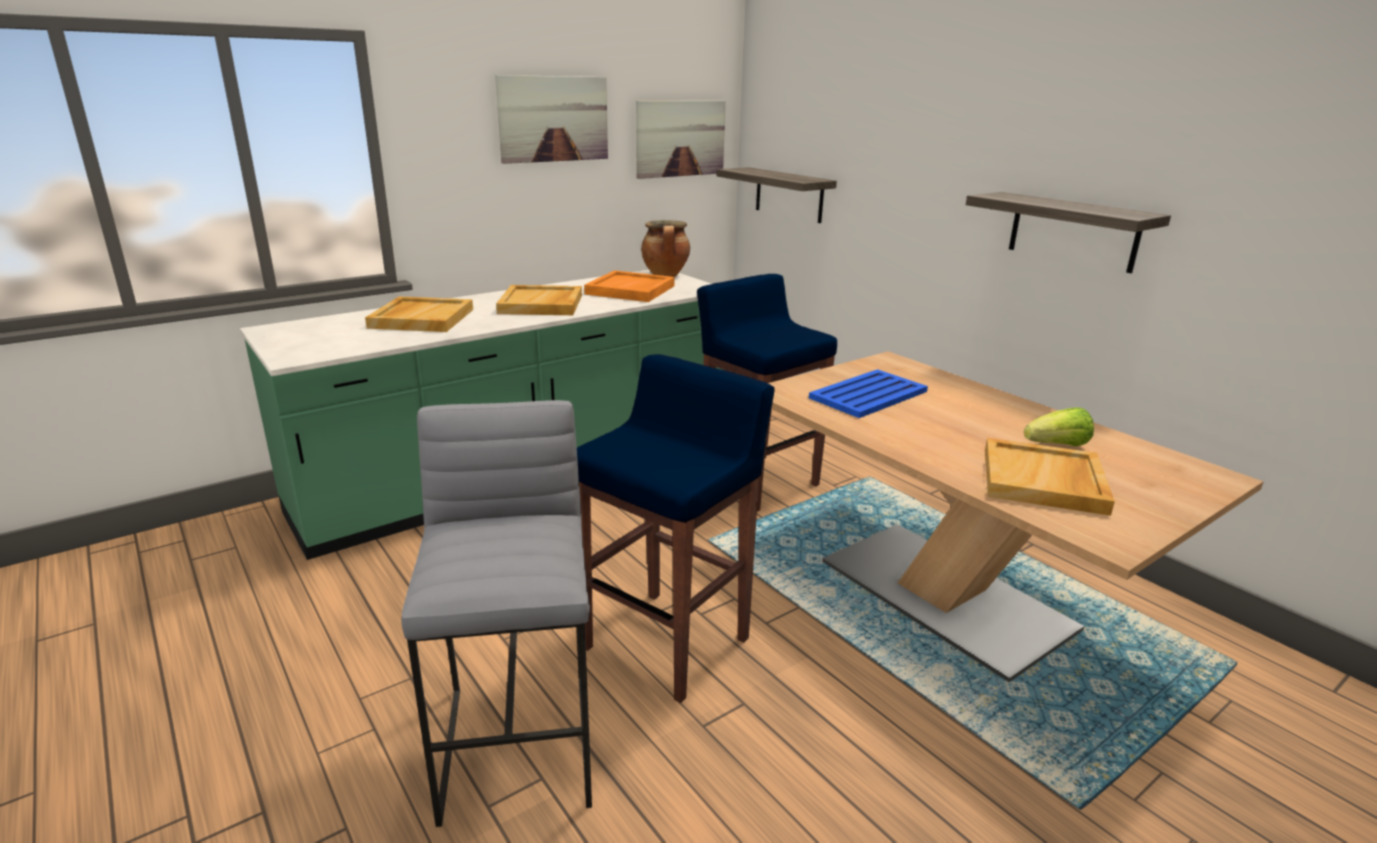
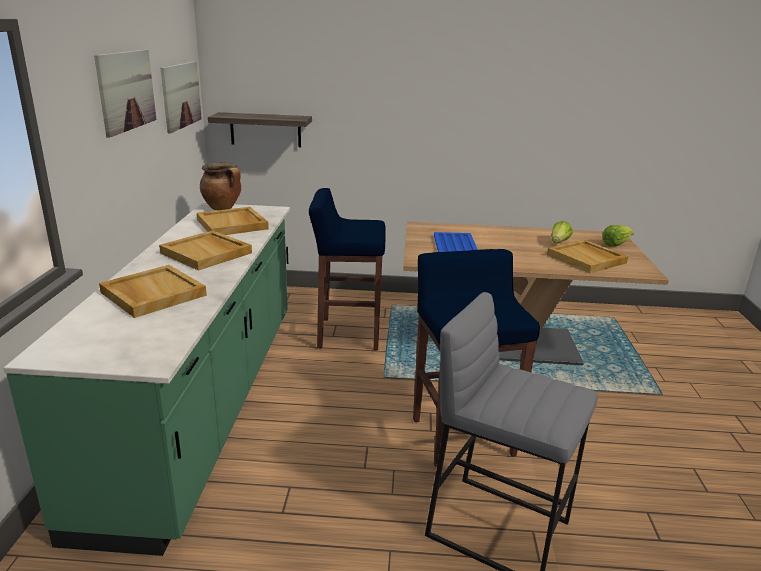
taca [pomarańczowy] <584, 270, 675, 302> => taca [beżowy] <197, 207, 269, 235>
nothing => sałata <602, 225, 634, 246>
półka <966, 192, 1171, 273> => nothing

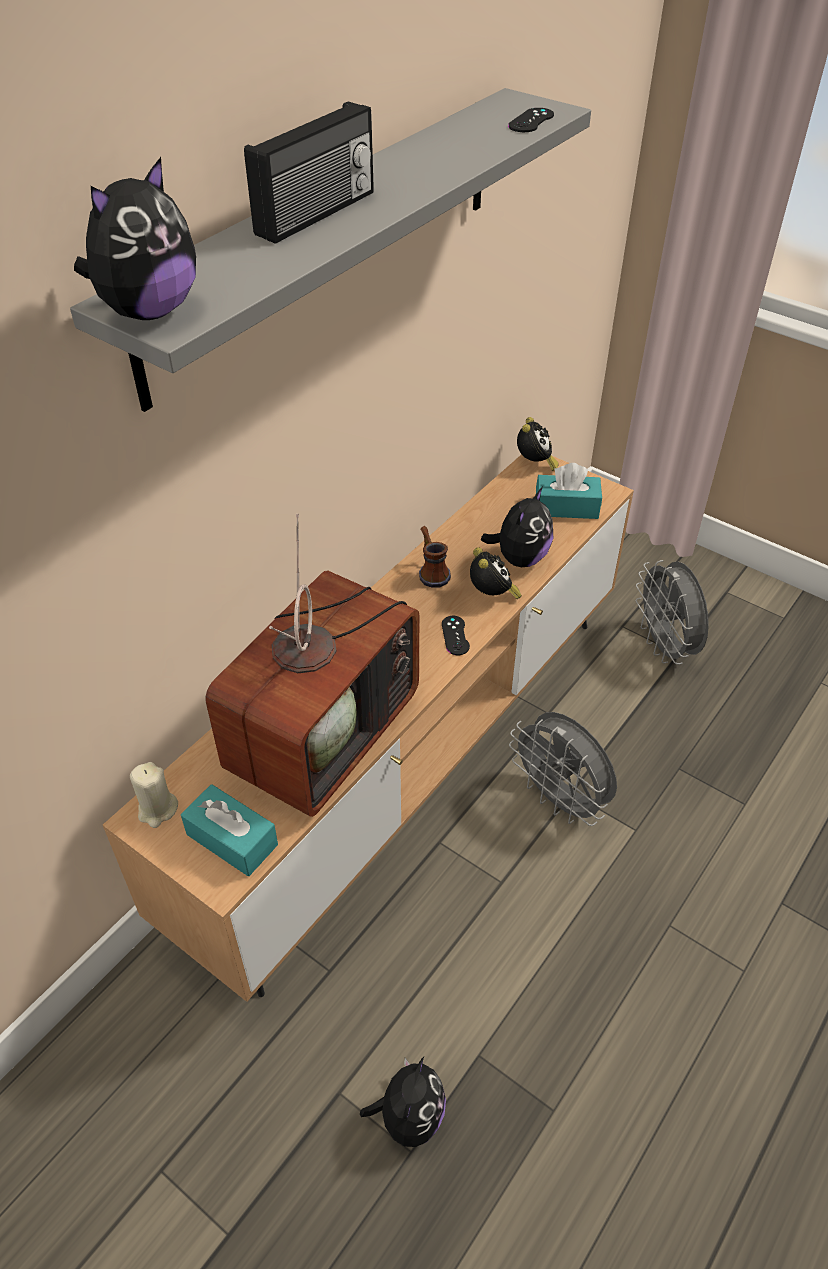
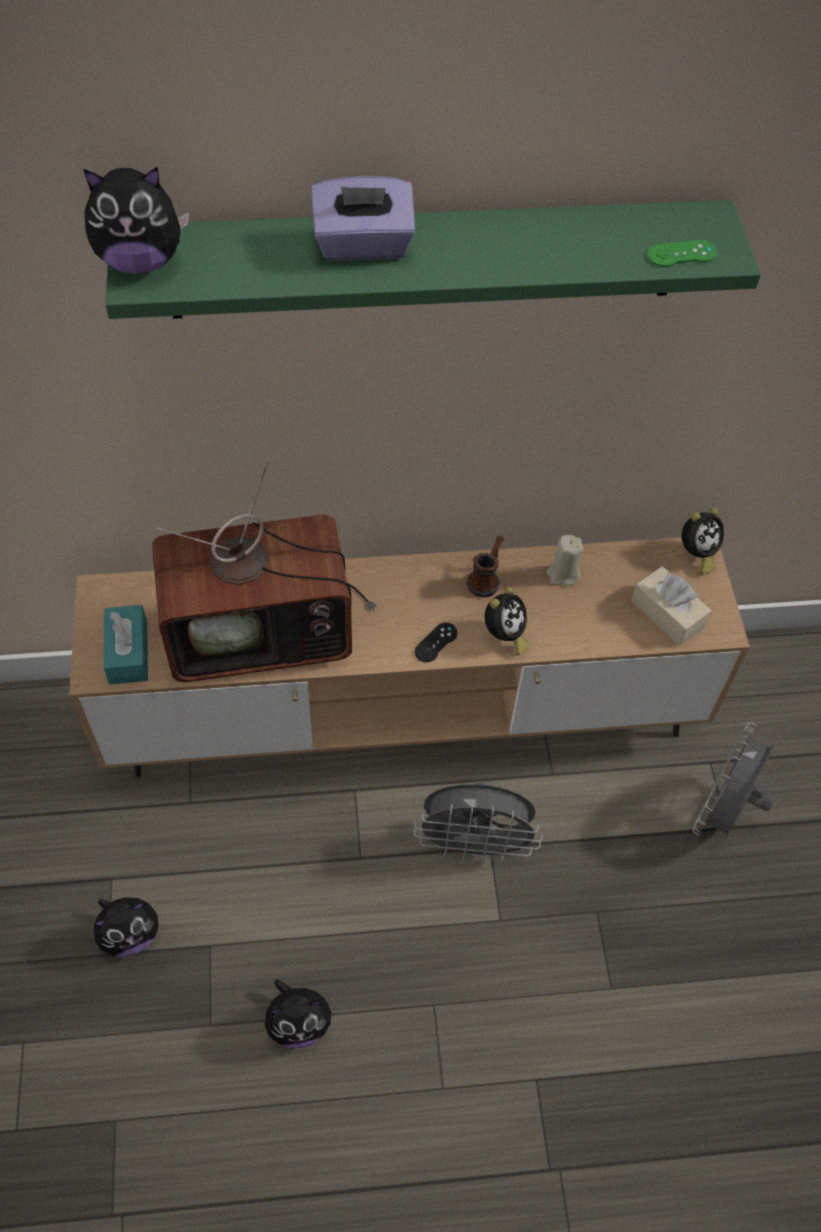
półka [szary] <70, 88, 591, 412> => półka [zielony] <105, 200, 761, 319>
pluszak <481, 486, 553, 567> => pluszak <265, 979, 331, 1048>, move
radio <244, 101, 374, 244> => pudełko chusteczek [fioletowy] <311, 176, 415, 261>
wentylator [szary] <509, 712, 617, 826> => wentylator [szary] <414, 783, 543, 864>, 90 degrees counterclockwise
świeca [beżowy] <130, 762, 178, 828> => świeca [beżowy] <547, 535, 584, 586>, move
pudełko chusteczek [turkusowy] <536, 463, 602, 519> => pudełko chusteczek [beżowy] <631, 566, 712, 646>
pad do gier [czarny] <508, 108, 554, 132> => pad do gier [zielony] <647, 240, 717, 267>

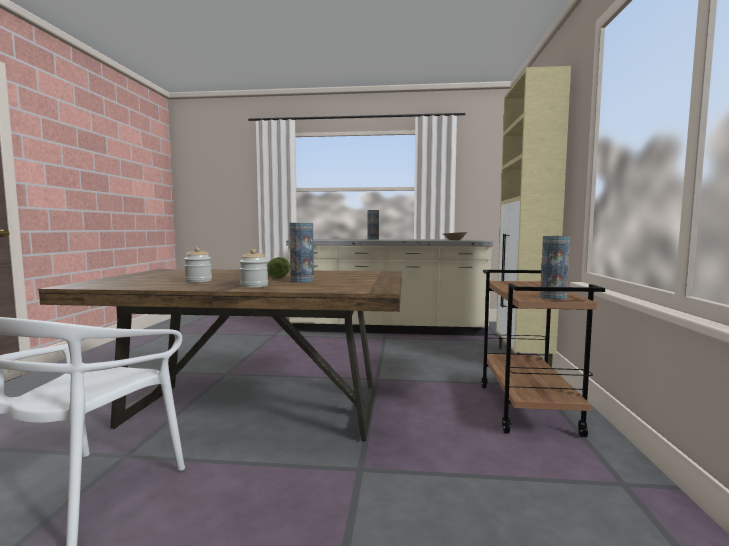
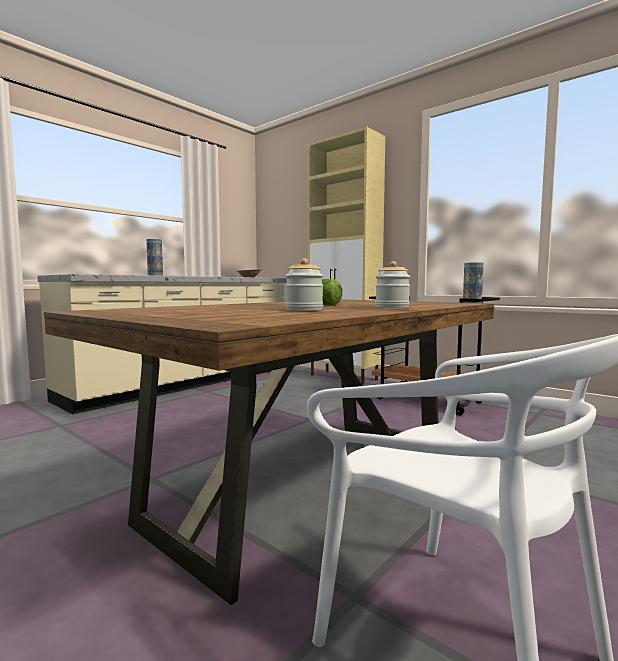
wazon <289, 223, 314, 283> => nothing

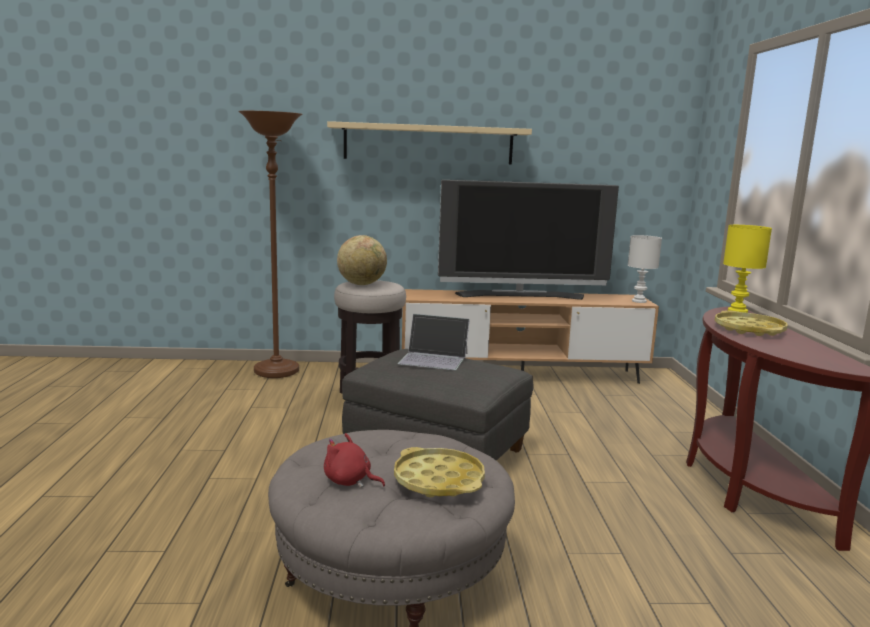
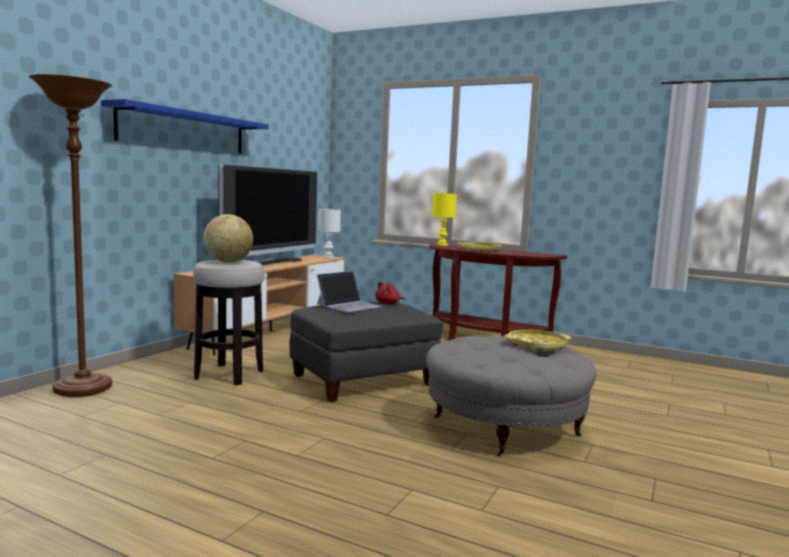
półka [beżowy] <327, 121, 532, 164> => półka [niebieski] <101, 99, 269, 153>
pluszak [czerwony] <324, 433, 385, 488> => pluszak [czerwony] <375, 281, 405, 304>, move

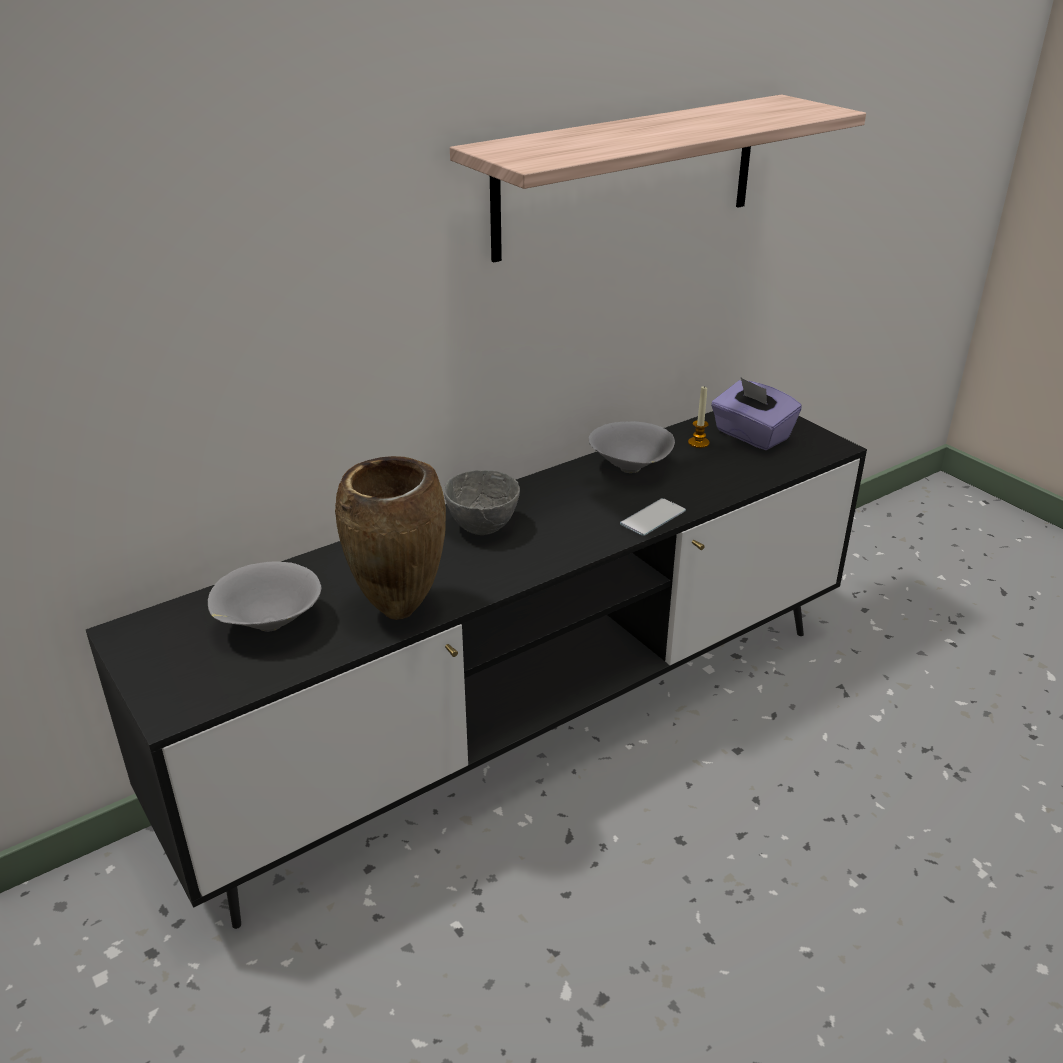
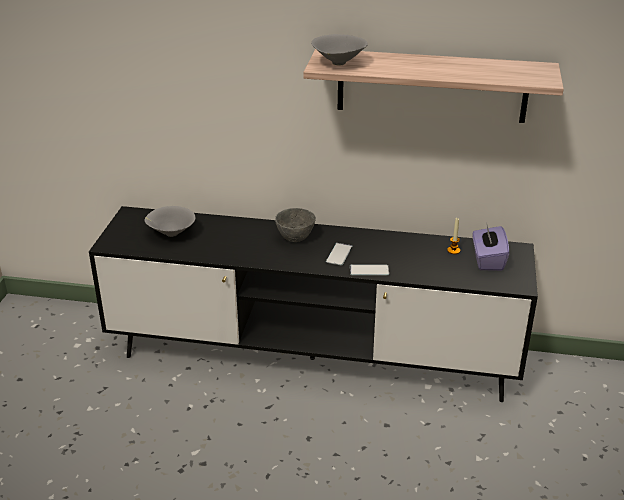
miska [szary] <589, 421, 675, 473> => miska [szary] <311, 34, 368, 66>, move
nothing => telefon <326, 243, 352, 265>
wazon [brązowy] <335, 456, 446, 620> => nothing

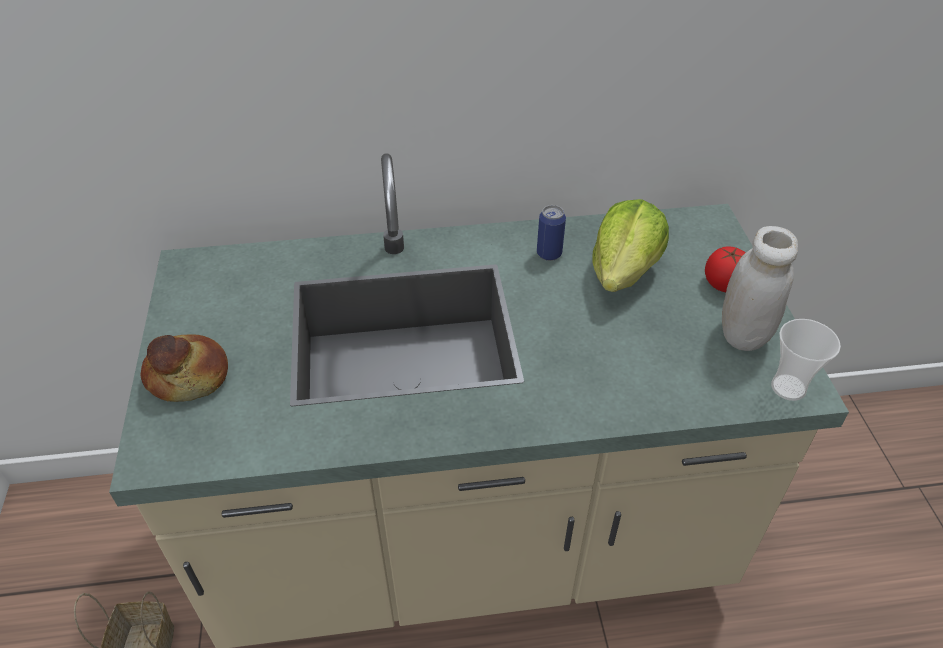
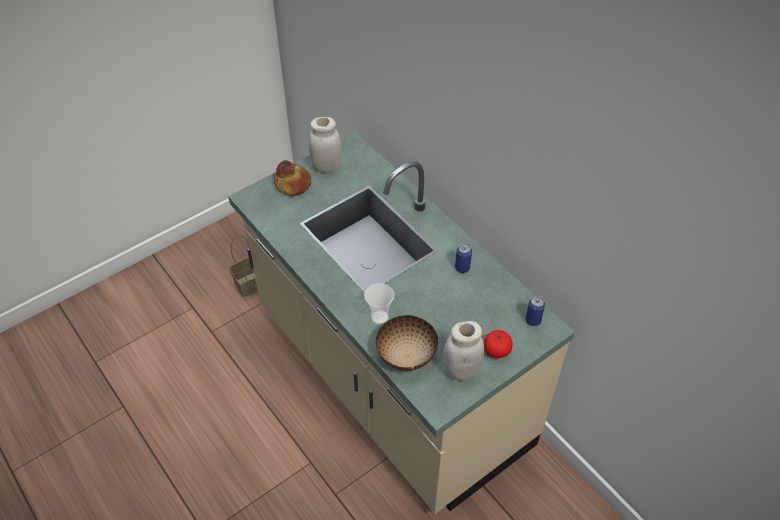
nothing => słoik [biały] <309, 117, 342, 173>
filiżanka <771, 319, 841, 401> => filiżanka <364, 283, 394, 325>, move
nothing => miska <375, 315, 438, 371>
nothing => puszka <525, 296, 545, 326>
sałata <592, 199, 669, 292> => nothing

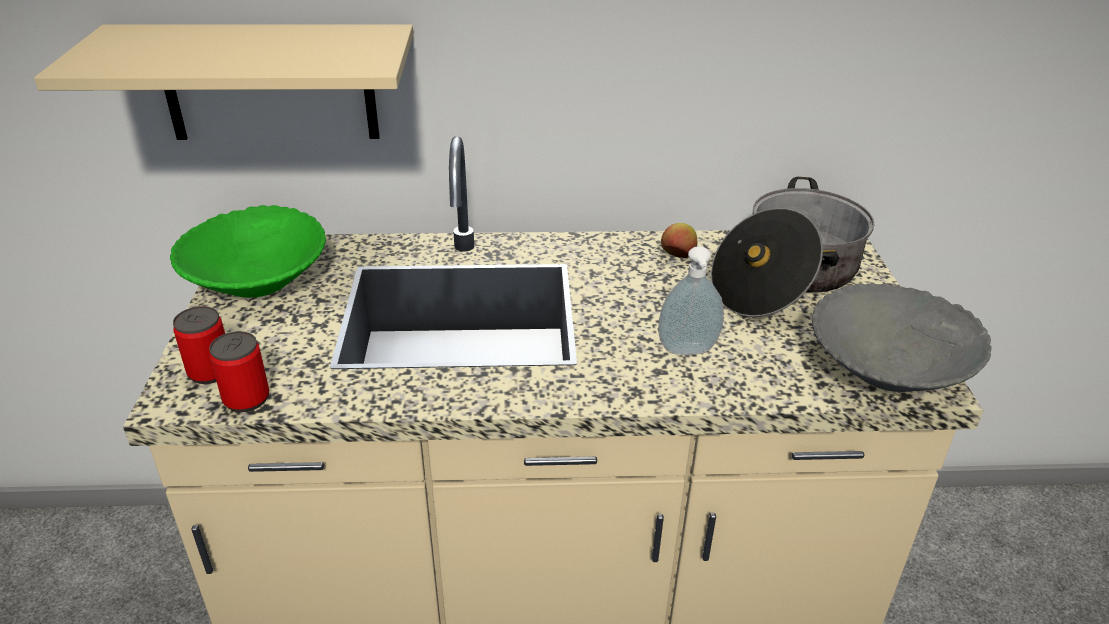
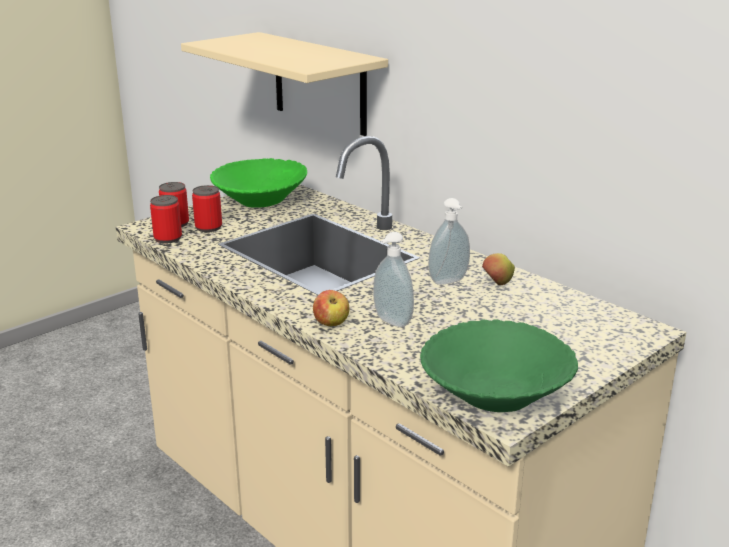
nothing => puszka <192, 185, 222, 232>
nothing => jabłko <313, 290, 349, 326>
miska [szary] <812, 283, 992, 392> => miska [zielony] <420, 319, 578, 412>
nothing => dozownik mydła <428, 198, 470, 285>
garnek <711, 177, 875, 317> => nothing

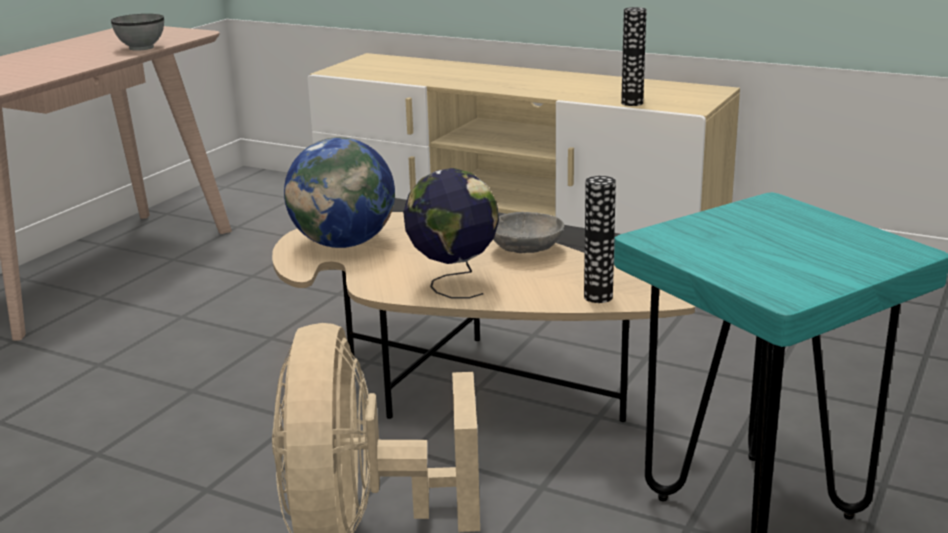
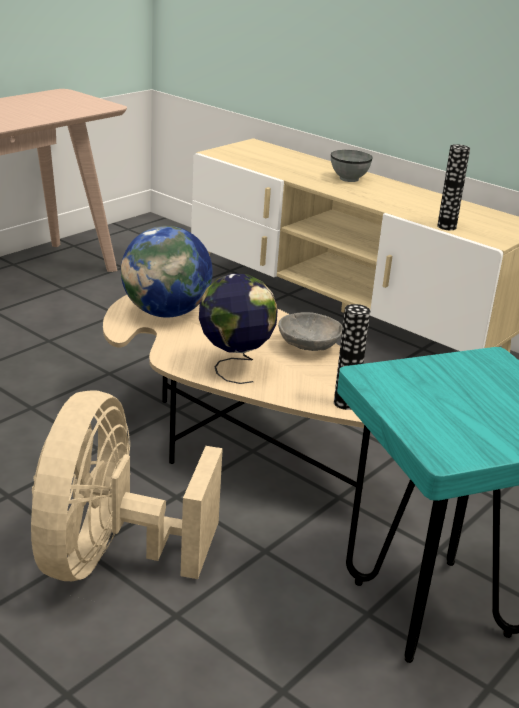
miska [szary] <111, 14, 164, 51> => miska [szary] <331, 150, 373, 182>, move

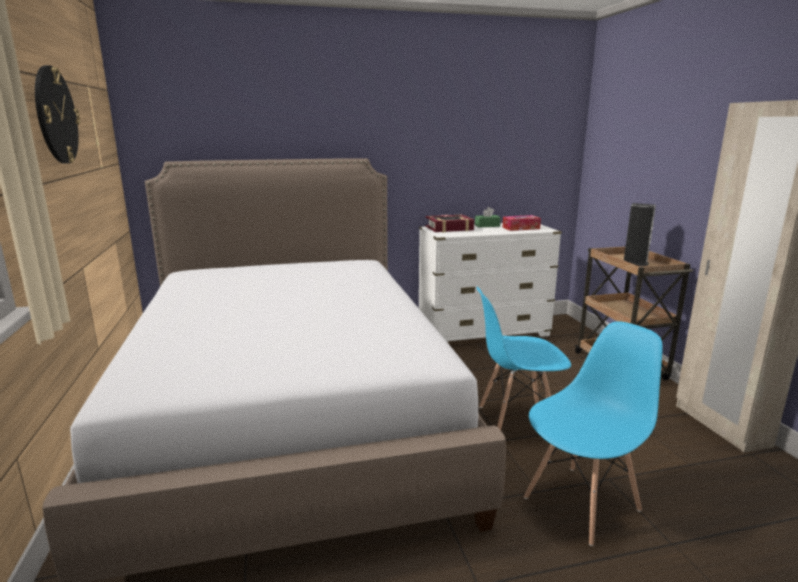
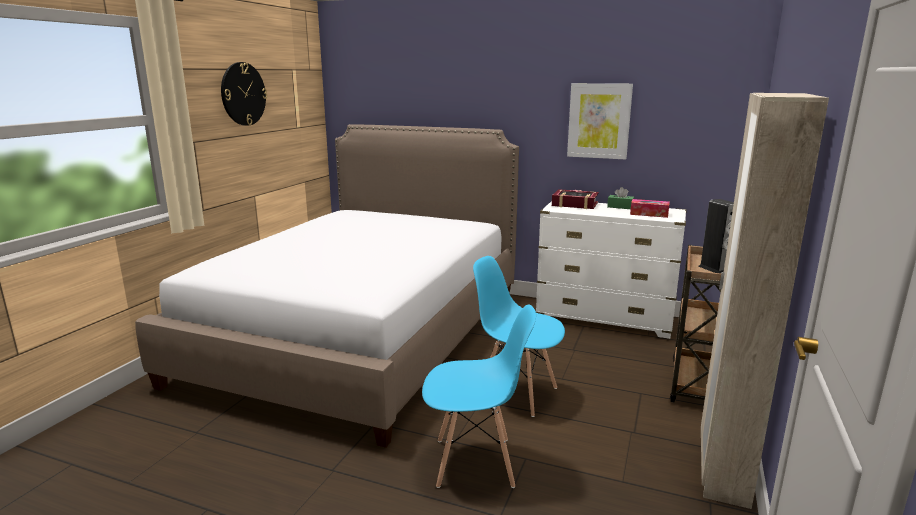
nothing => obraz <567, 83, 633, 159>

